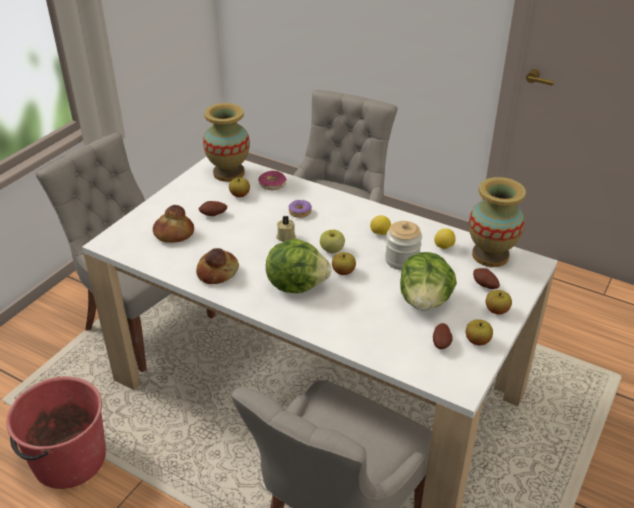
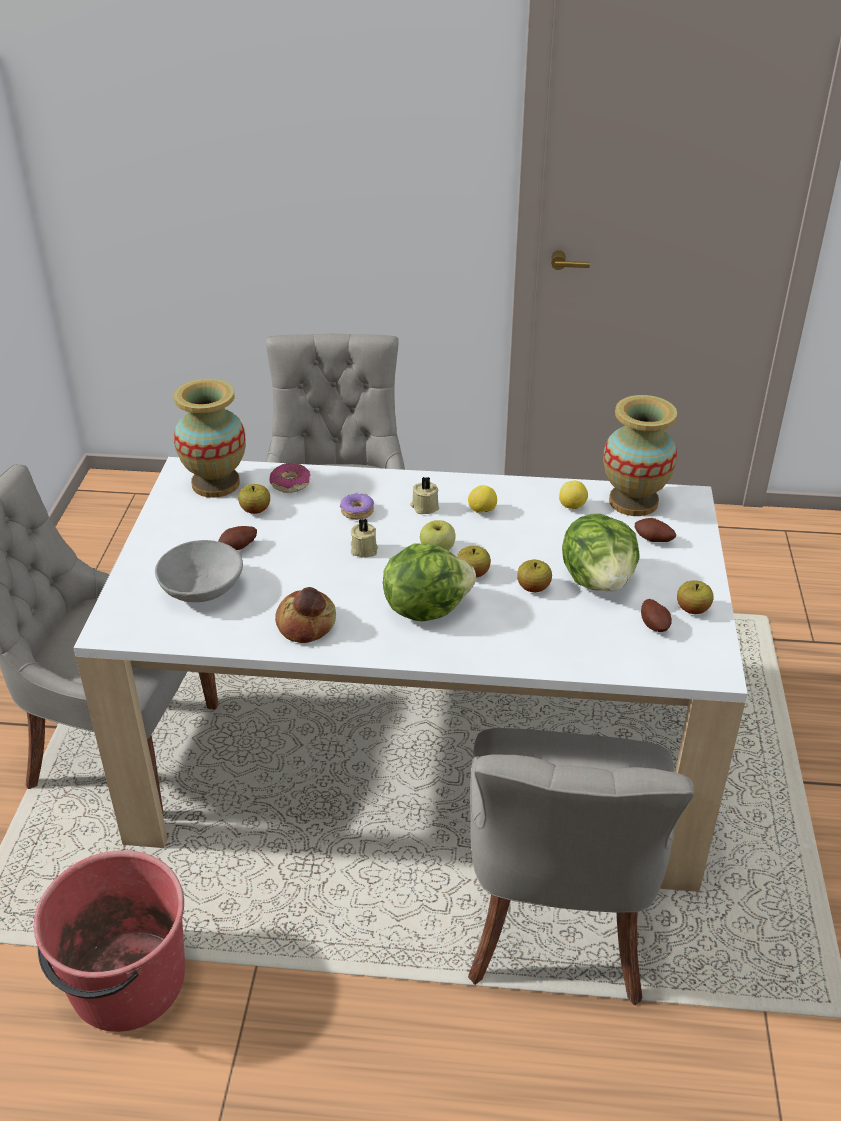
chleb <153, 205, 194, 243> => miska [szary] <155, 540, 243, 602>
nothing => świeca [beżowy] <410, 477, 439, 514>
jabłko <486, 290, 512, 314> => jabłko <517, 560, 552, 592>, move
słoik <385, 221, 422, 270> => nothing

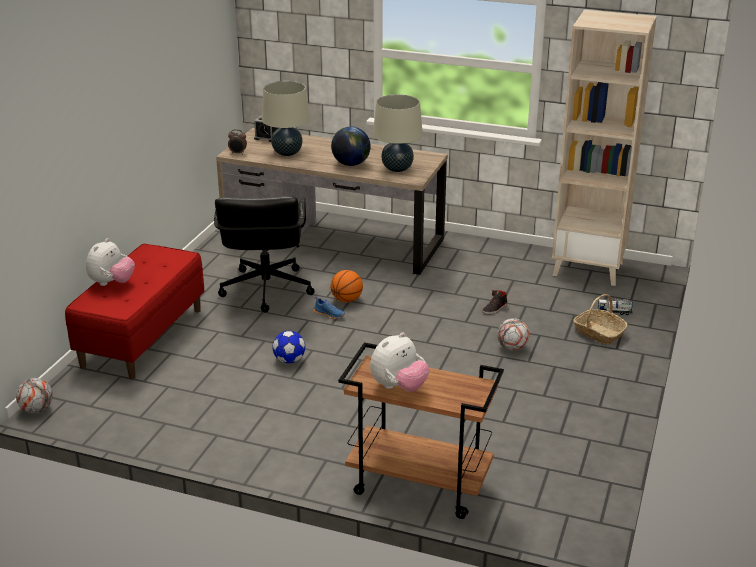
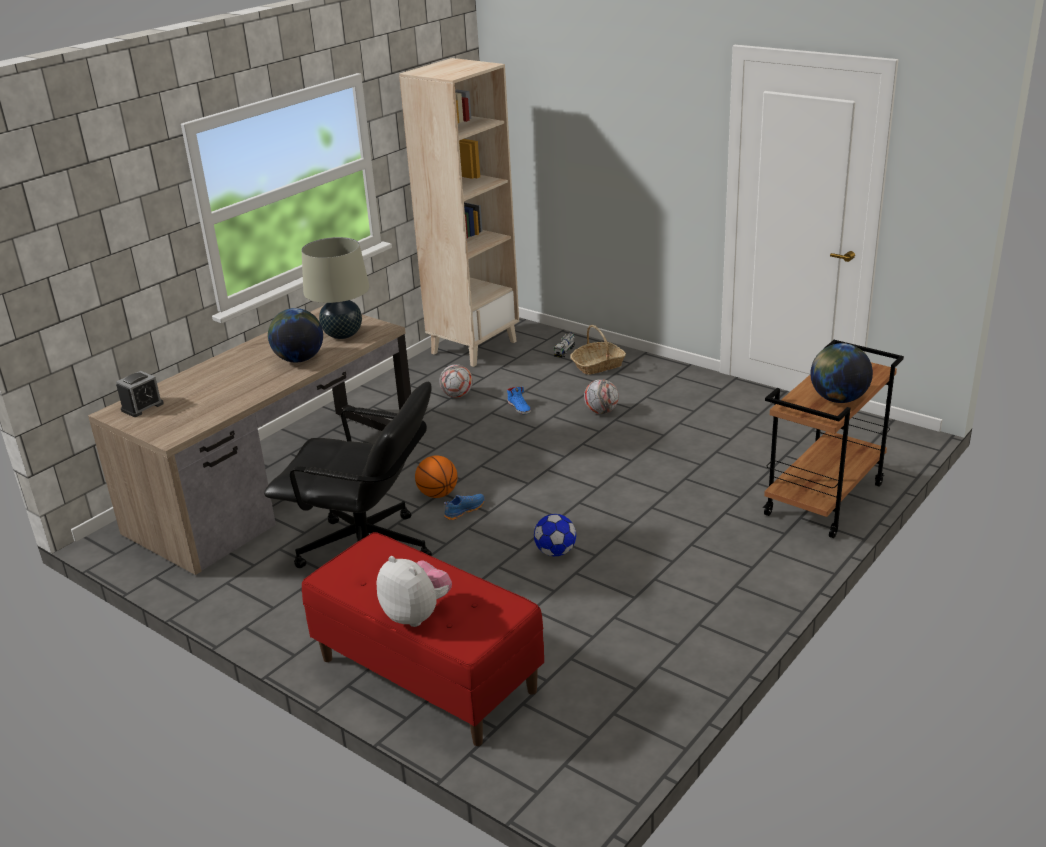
piłka futbolowa <16, 378, 53, 413> => piłka futbolowa <439, 364, 473, 398>, move
but [czarny] <482, 290, 507, 314> => but [niebieski] <507, 387, 531, 414>
pluszak <370, 332, 430, 392> => globus <810, 343, 873, 403>
budzik <228, 129, 247, 155> => nothing
lampa stołowa [beżowy] <262, 81, 310, 156> => nothing

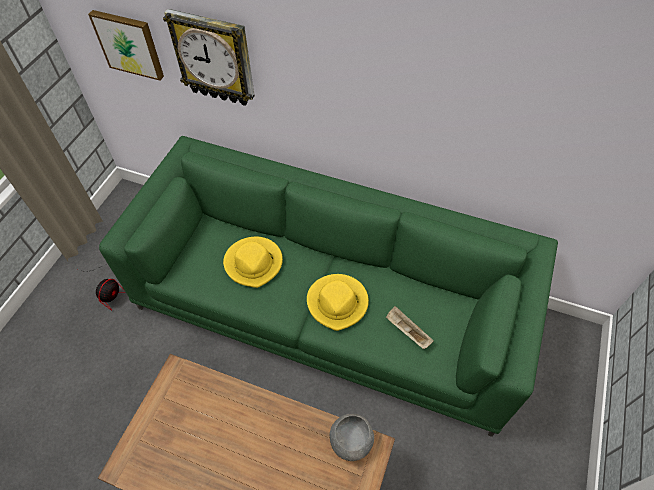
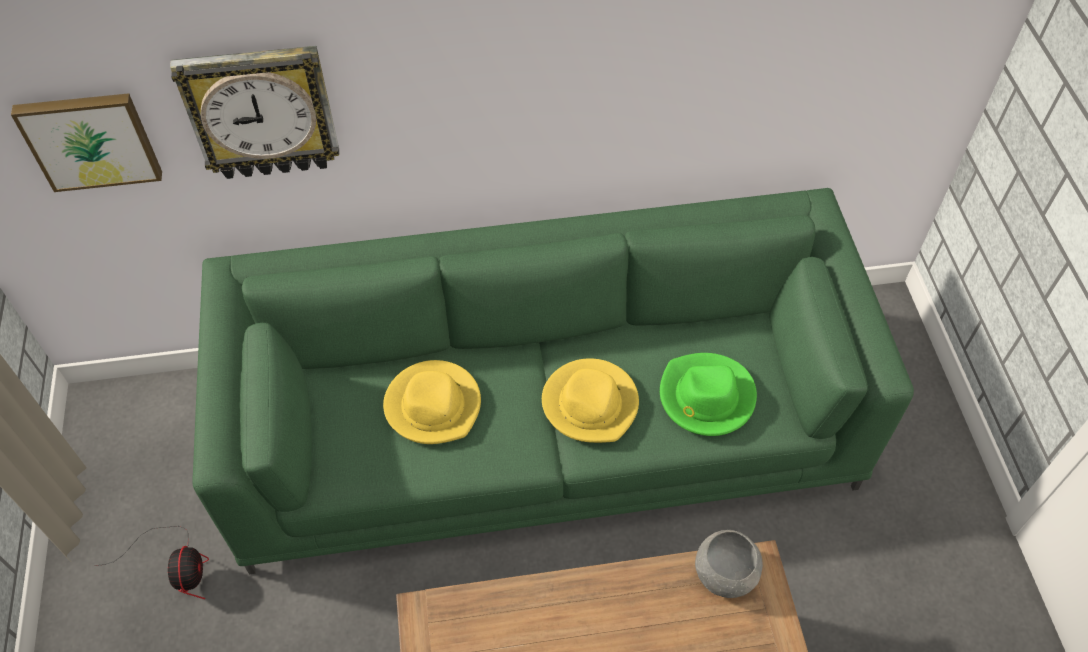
taca [beżowy] <386, 306, 434, 349> => kapelusz [zielony] <660, 353, 757, 436>

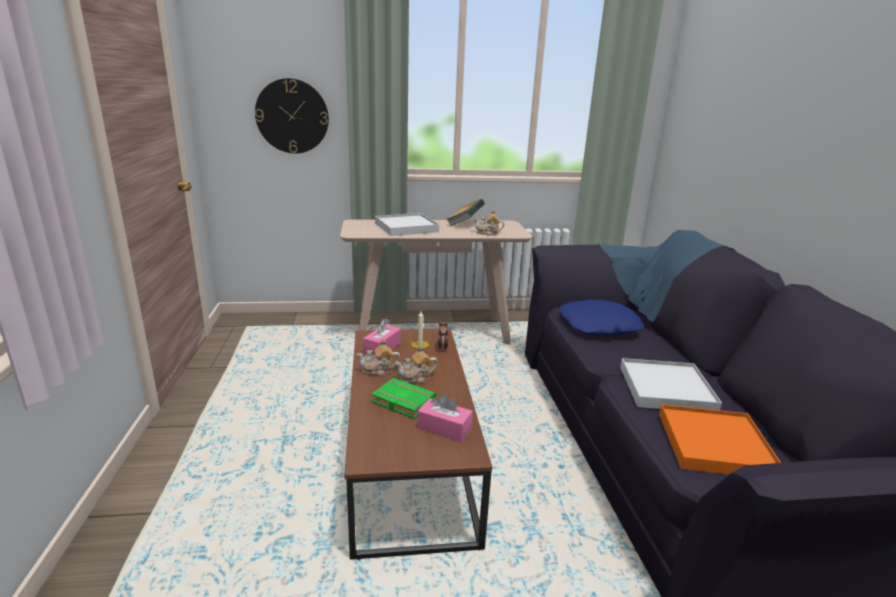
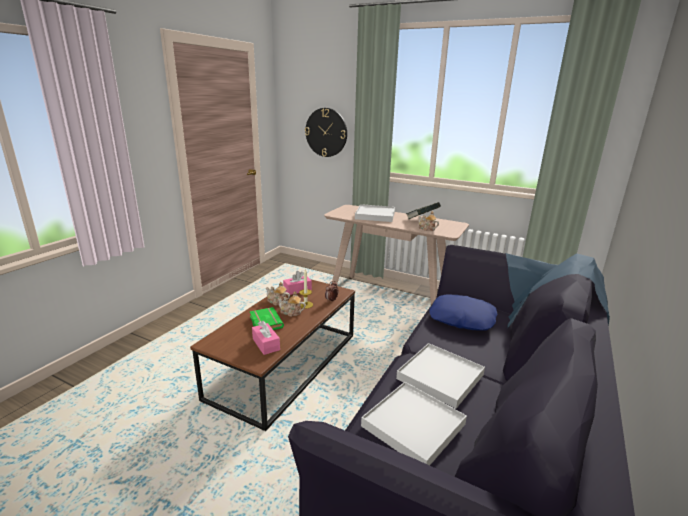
taca [pomarańczowy] <659, 404, 781, 475> => taca [biały] <361, 382, 467, 465>

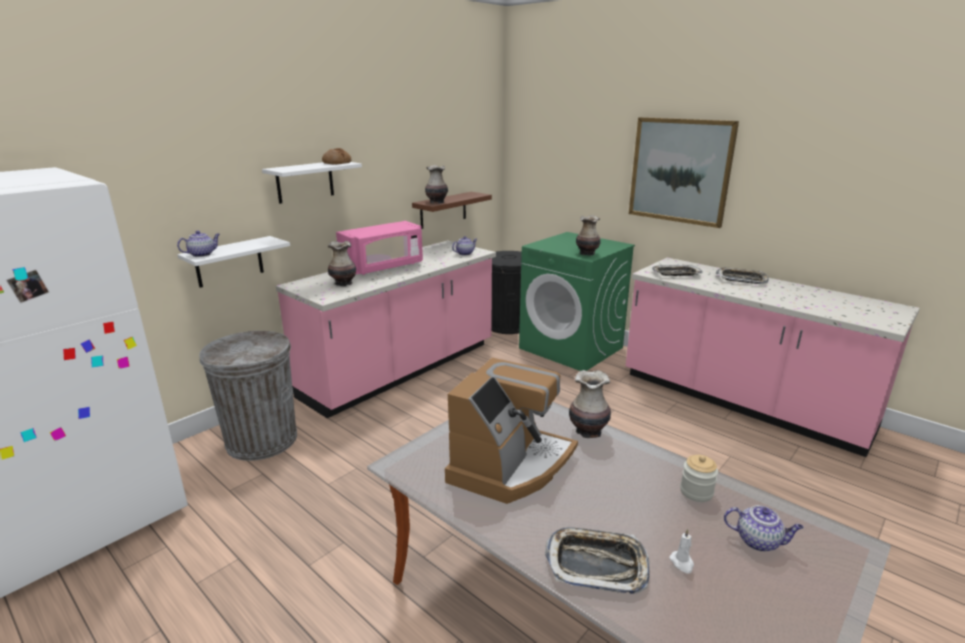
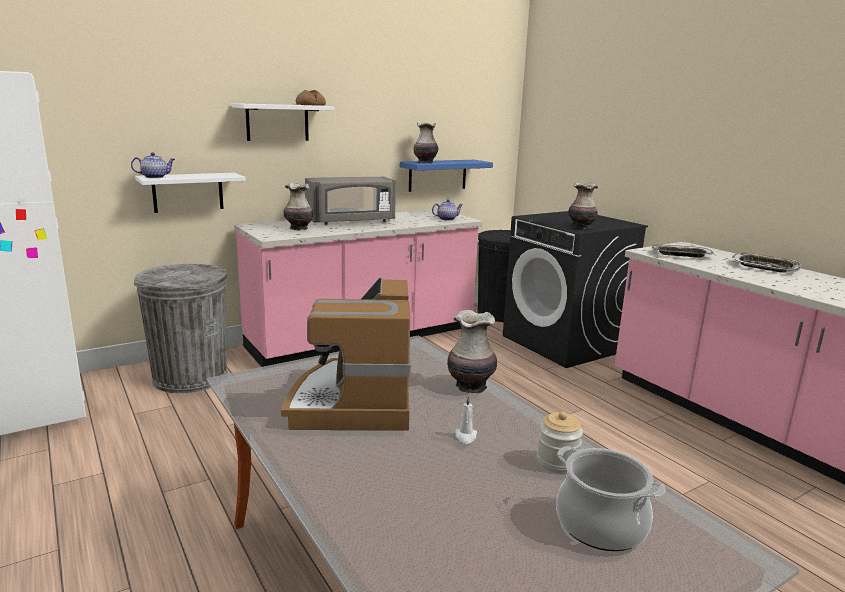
ekspres do kawy <445, 358, 578, 504> => ekspres do kawy <281, 278, 411, 431>, 135 degrees clockwise
mikrofalówka [różowy] <336, 221, 423, 275> => mikrofalówka [szary] <305, 177, 396, 225>
półka [brązowy] <412, 192, 492, 229> => półka [niebieski] <400, 160, 493, 192>
świeca [biały] <669, 529, 694, 574> => świeca [biały] <455, 396, 477, 444>, move
pralka [zielony] <519, 232, 635, 371> => pralka [czarny] <503, 211, 648, 368>
imbryk <724, 505, 804, 552> => garnek <556, 446, 666, 551>
taca <545, 527, 650, 594> => nothing
obraz <629, 117, 739, 228> => nothing

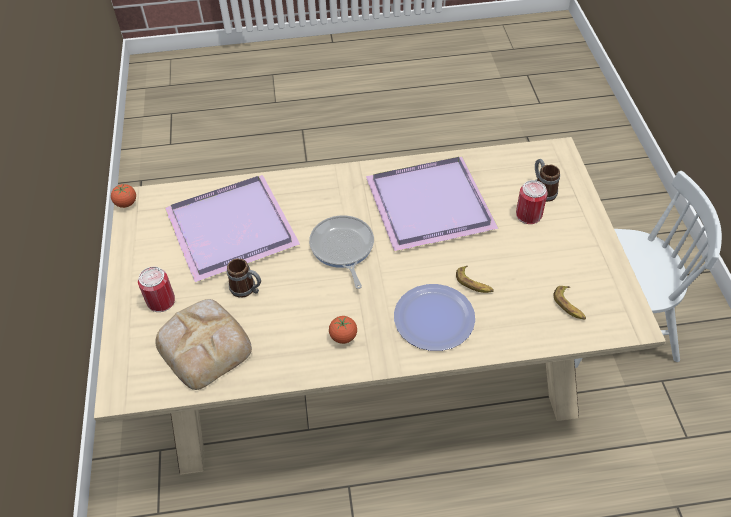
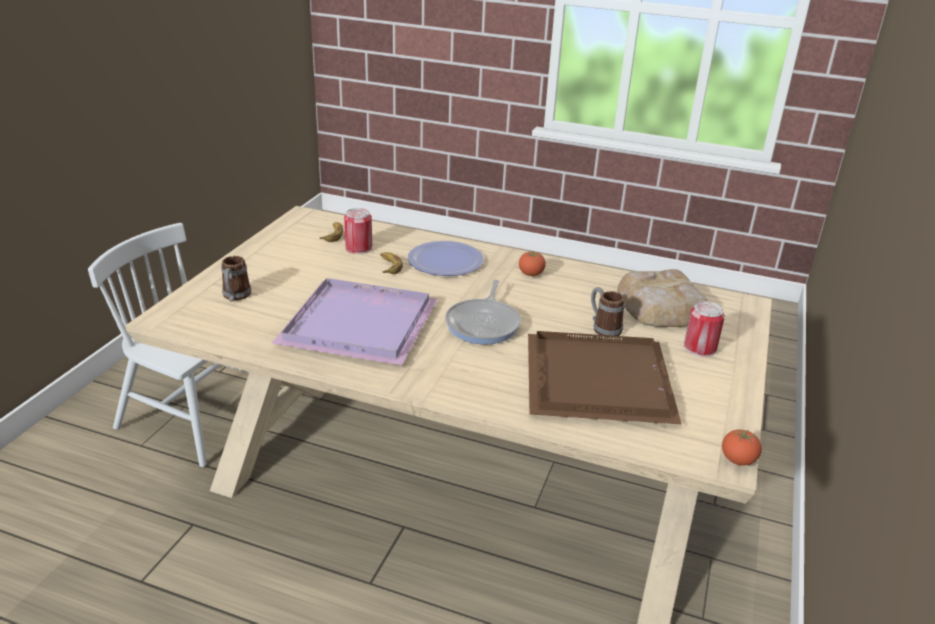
puszka <516, 180, 548, 224> => puszka <344, 208, 372, 254>, move
taca [fioletowy] <165, 175, 300, 282> => taca [brązowy] <528, 331, 682, 425>

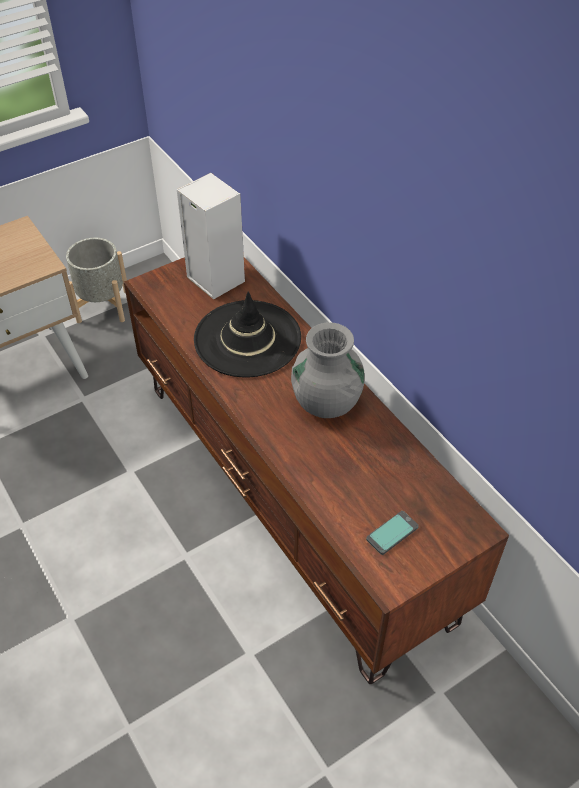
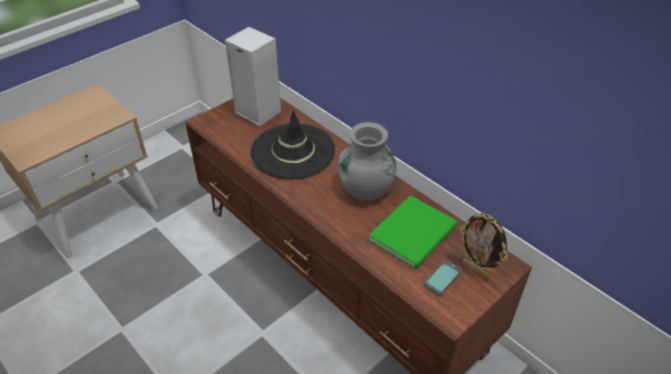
nothing => książka [zielony] <368, 195, 458, 269>
nothing => ramka na zdjęcie <460, 213, 508, 279>
donica [szary] <66, 238, 127, 323> => nothing

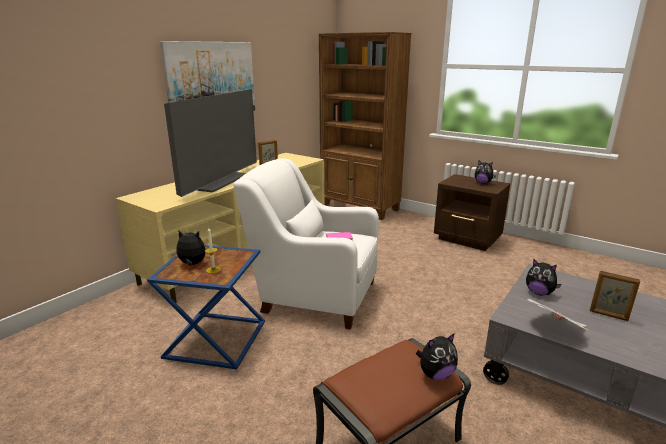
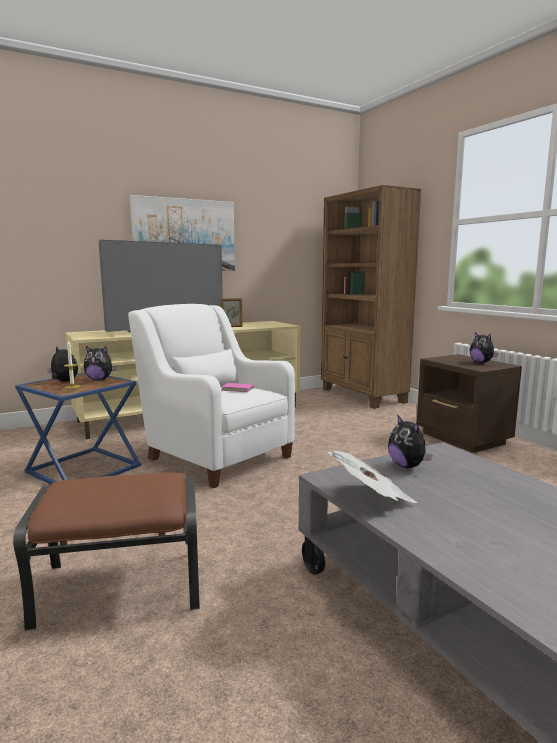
pluszak <416, 333, 458, 380> => pluszak <84, 346, 117, 380>, move
ramka na zdjęcie <590, 271, 640, 321> => nothing

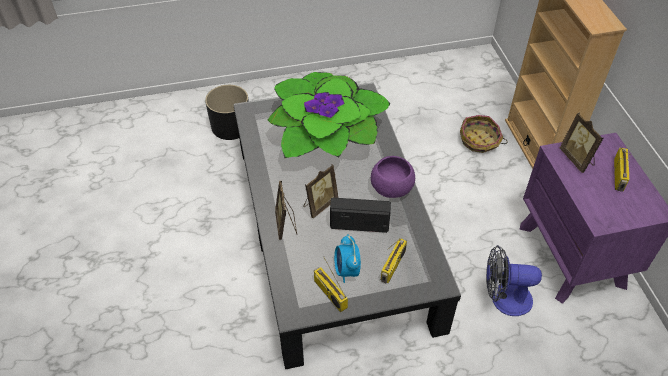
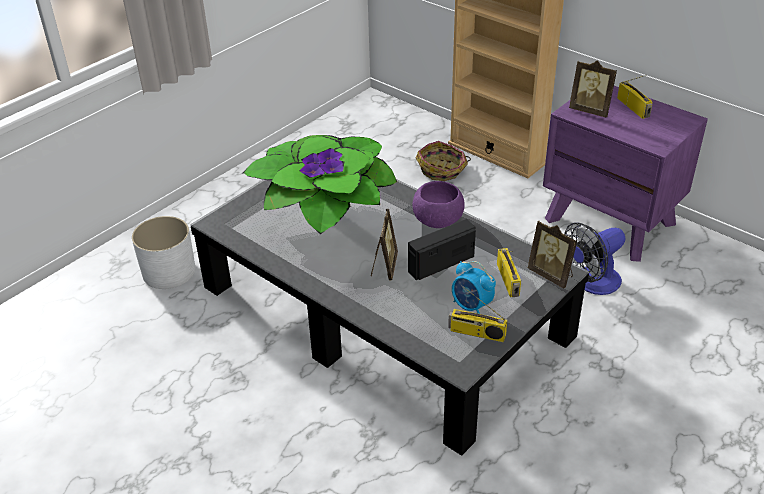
donica [czarny] <205, 85, 249, 140> => donica [biały] <132, 216, 195, 289>
ramka na zdjęcie <275, 181, 297, 240> => ramka na zdjęcie <528, 220, 577, 288>, move

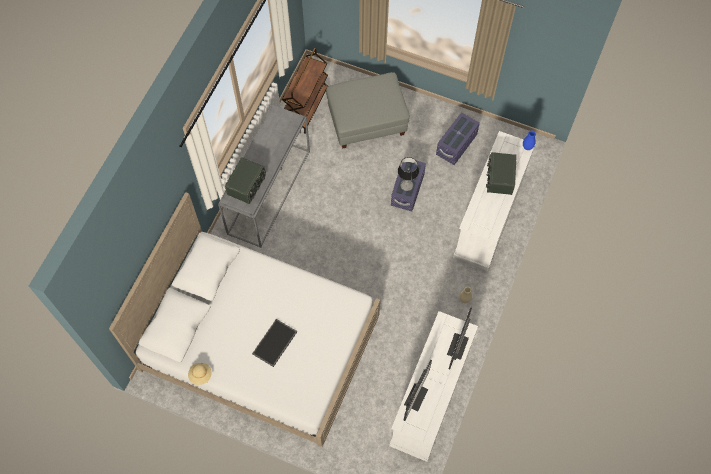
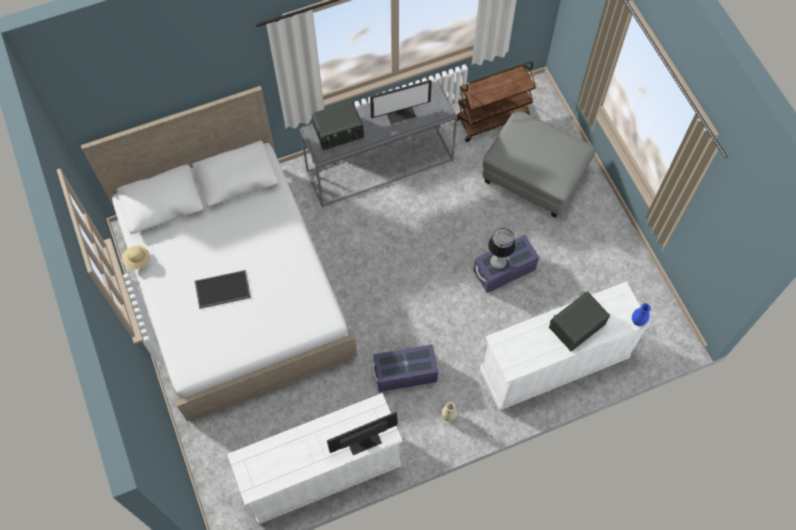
monitor <403, 360, 432, 421> => monitor <370, 80, 432, 124>, move
pojemnik do przechowywania [fioletowy] <436, 112, 480, 165> => pojemnik do przechowywania [fioletowy] <372, 344, 440, 392>, move

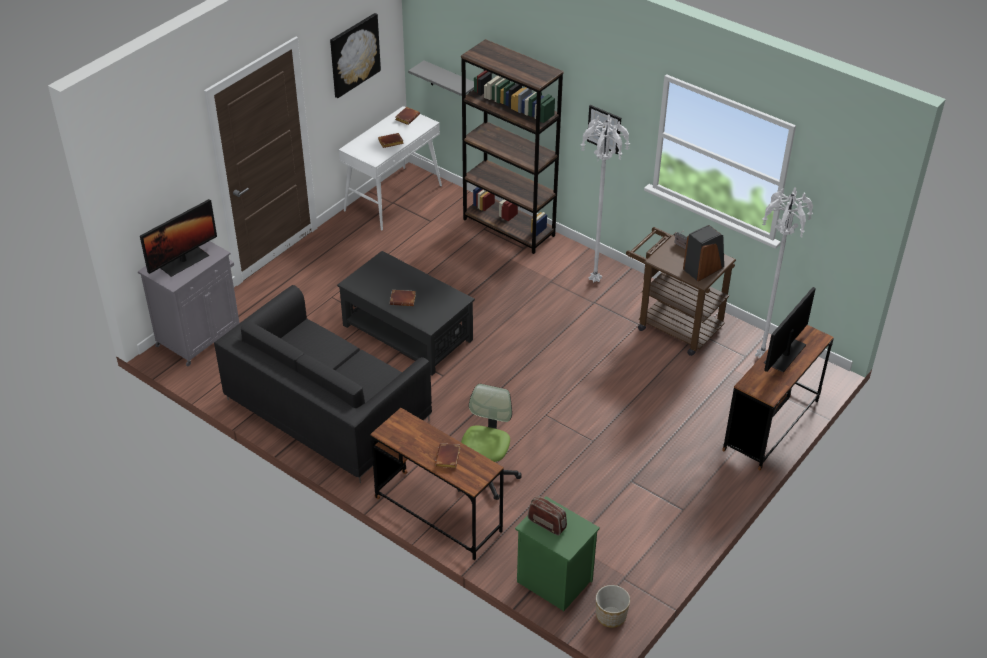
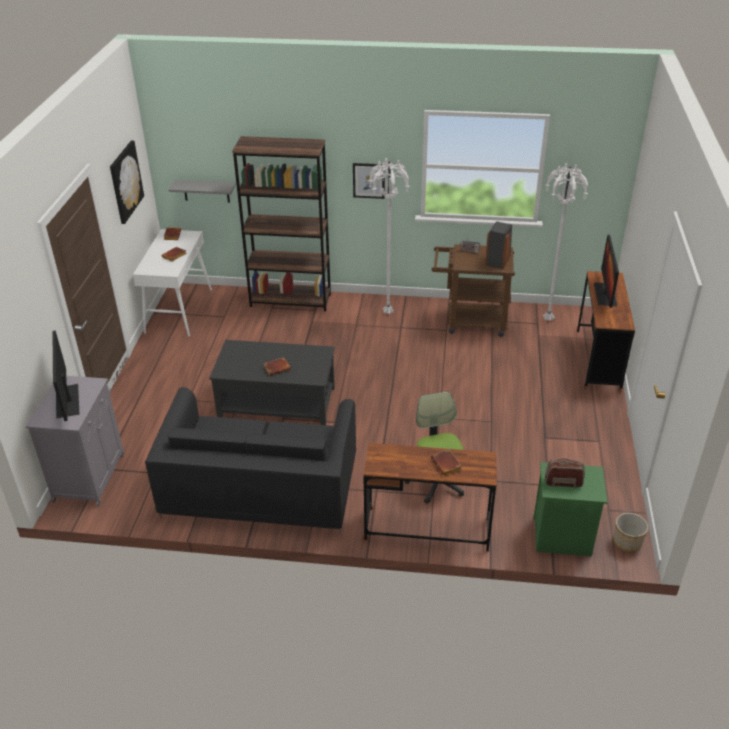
monitor <140, 199, 217, 277> => monitor <52, 330, 79, 421>, 150 degrees clockwise

